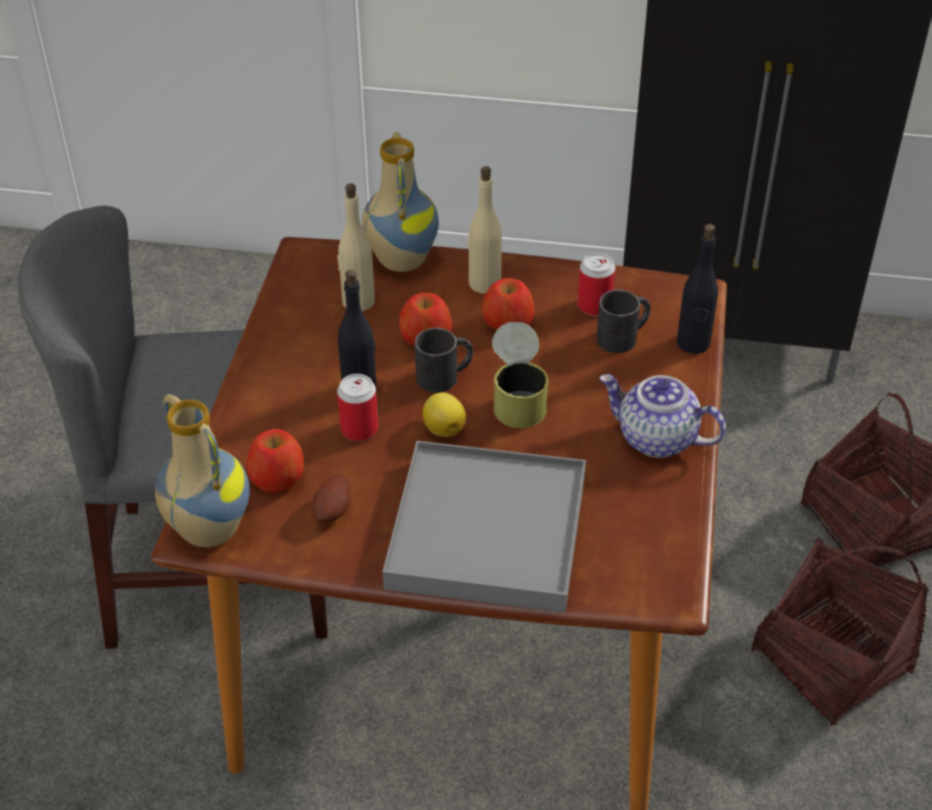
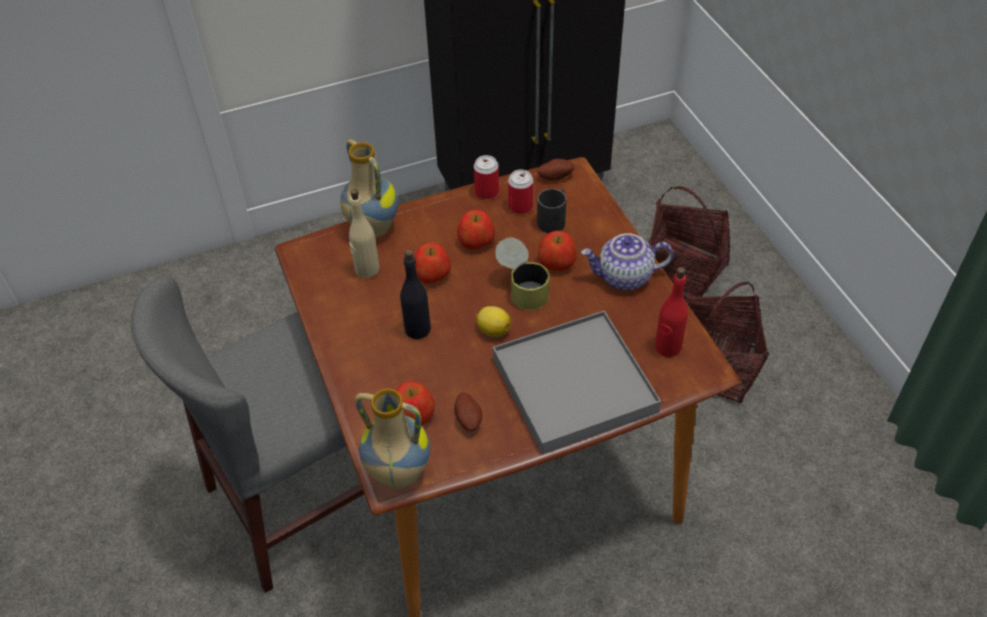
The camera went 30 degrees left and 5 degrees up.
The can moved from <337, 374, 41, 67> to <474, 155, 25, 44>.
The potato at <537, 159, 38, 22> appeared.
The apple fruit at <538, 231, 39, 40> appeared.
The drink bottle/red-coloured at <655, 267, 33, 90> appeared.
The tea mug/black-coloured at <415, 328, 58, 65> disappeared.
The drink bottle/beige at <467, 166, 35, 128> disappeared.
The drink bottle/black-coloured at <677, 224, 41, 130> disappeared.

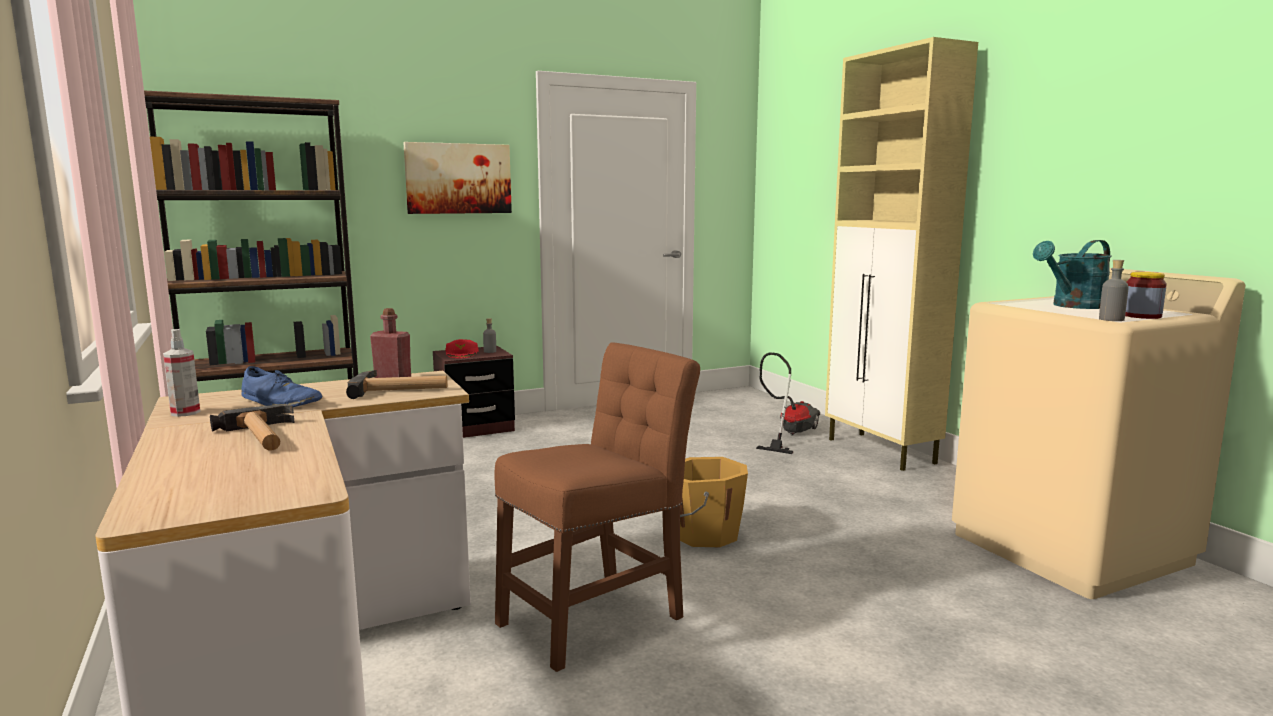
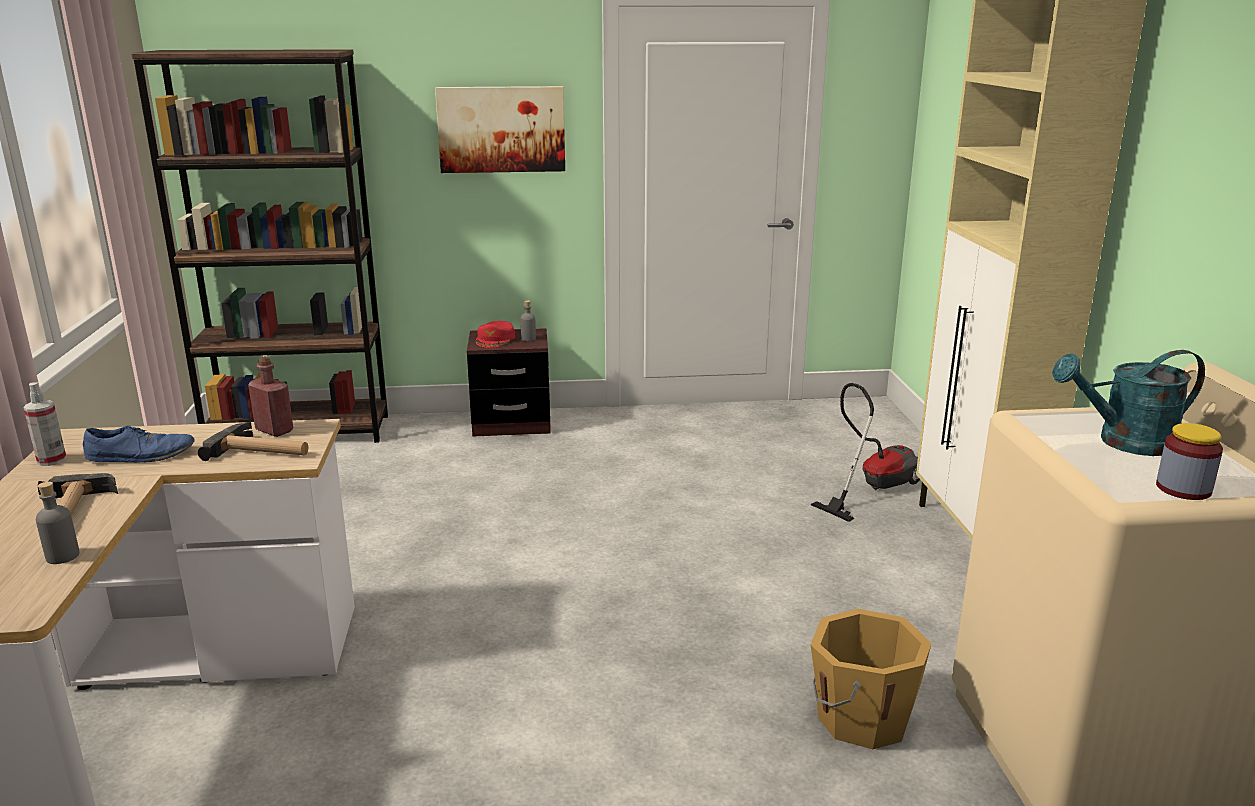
The camera went 20 degrees right and 10 degrees up.
The drink bottle/gray moved from <1099, 260, 30, 61> to <36, 482, 44, 82>.
The low shoe/bluish at <241, 366, 81, 41> turned 60 degrees counterclockwise.
The water bucket/orange-coloured moved from <680, 457, 68, 90> to <810, 609, 122, 140>.
The plain chair/brownish at <494, 342, 206, 330> disappeared.

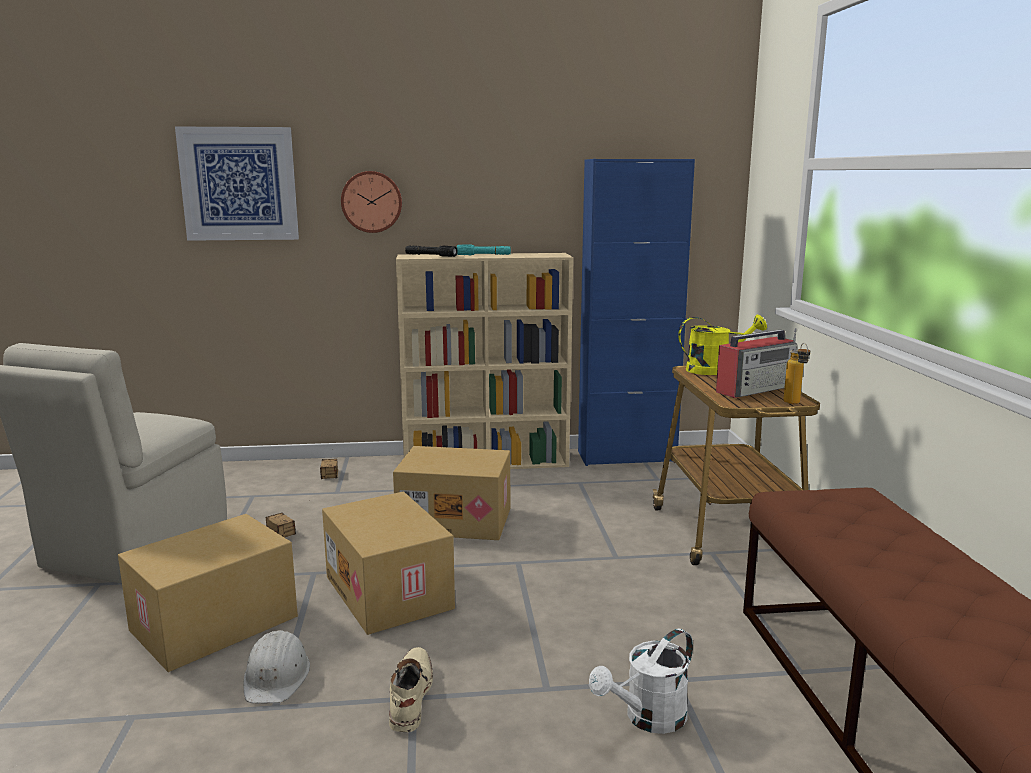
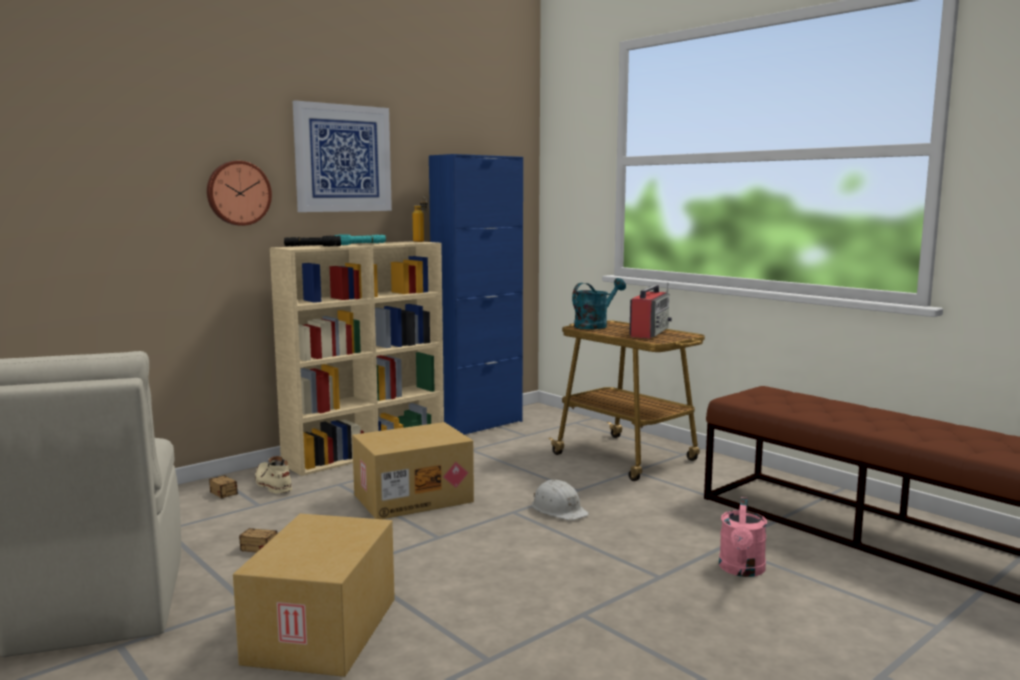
The camera went 35 degrees left and 5 degrees down.
The tall boot/beige moved from <389, 647, 44, 85> to <255, 456, 37, 38>.
The picture moved from <175, 127, 124, 114> to <292, 100, 100, 112>.
The drink bottle moved from <783, 343, 27, 61> to <413, 197, 15, 45>.
The hard hat/whitish moved from <243, 630, 67, 74> to <532, 480, 57, 40>.
The watering pot/yellow-coloured at <678, 315, 89, 60> became the watering pot/turquoise at <572, 278, 54, 51>.
The watering pot/whitish at <589, 629, 104, 105> became the watering pot/pink-coloured at <719, 497, 48, 80>.
The carton at <322, 492, 133, 143> disappeared.

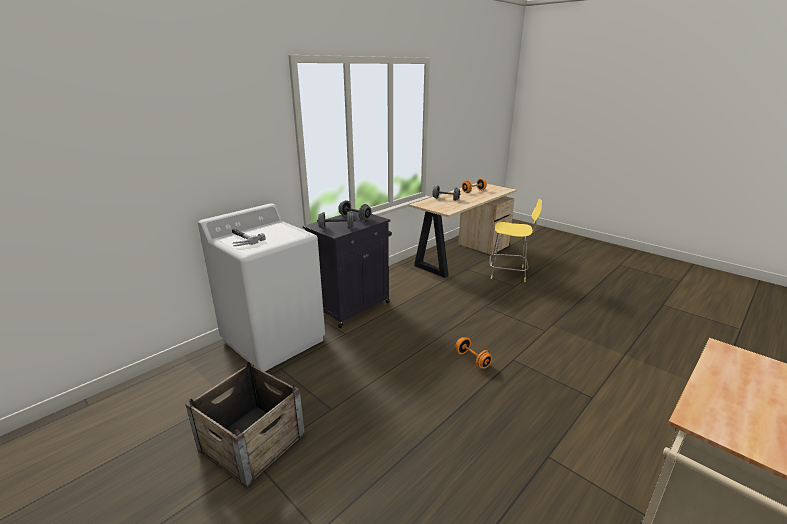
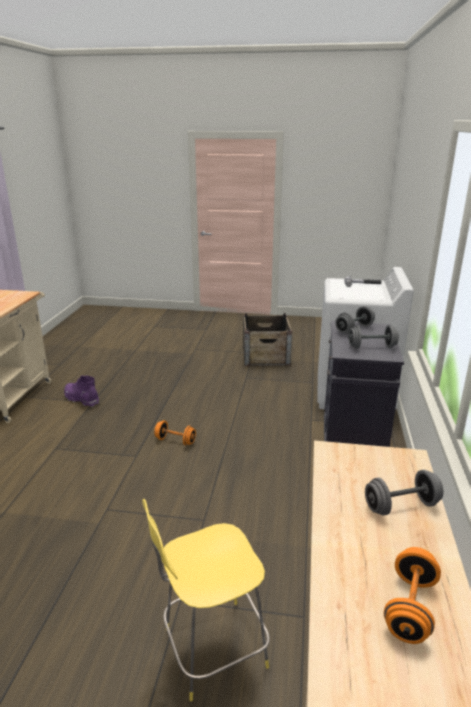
The camera went 145 degrees right and 0 degrees up.
The tall boot/purplish at <64, 376, 35, 31> appeared.

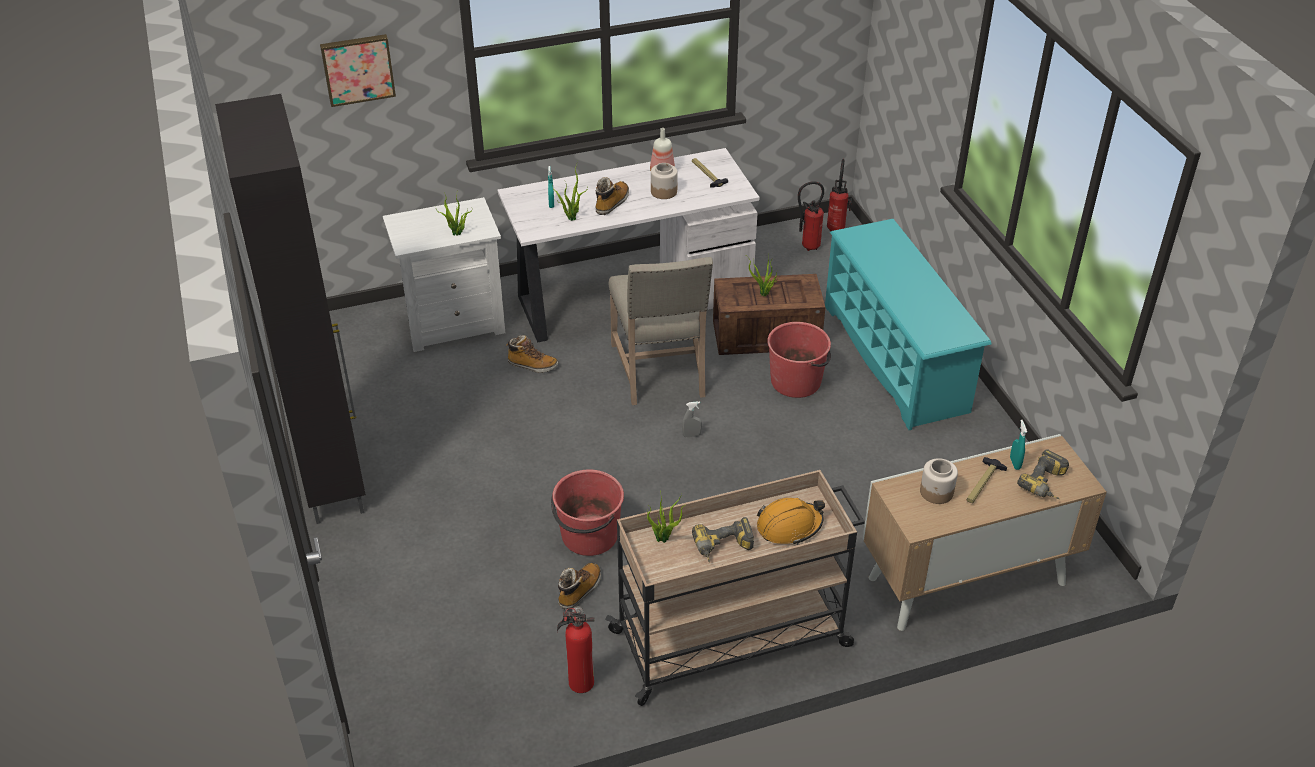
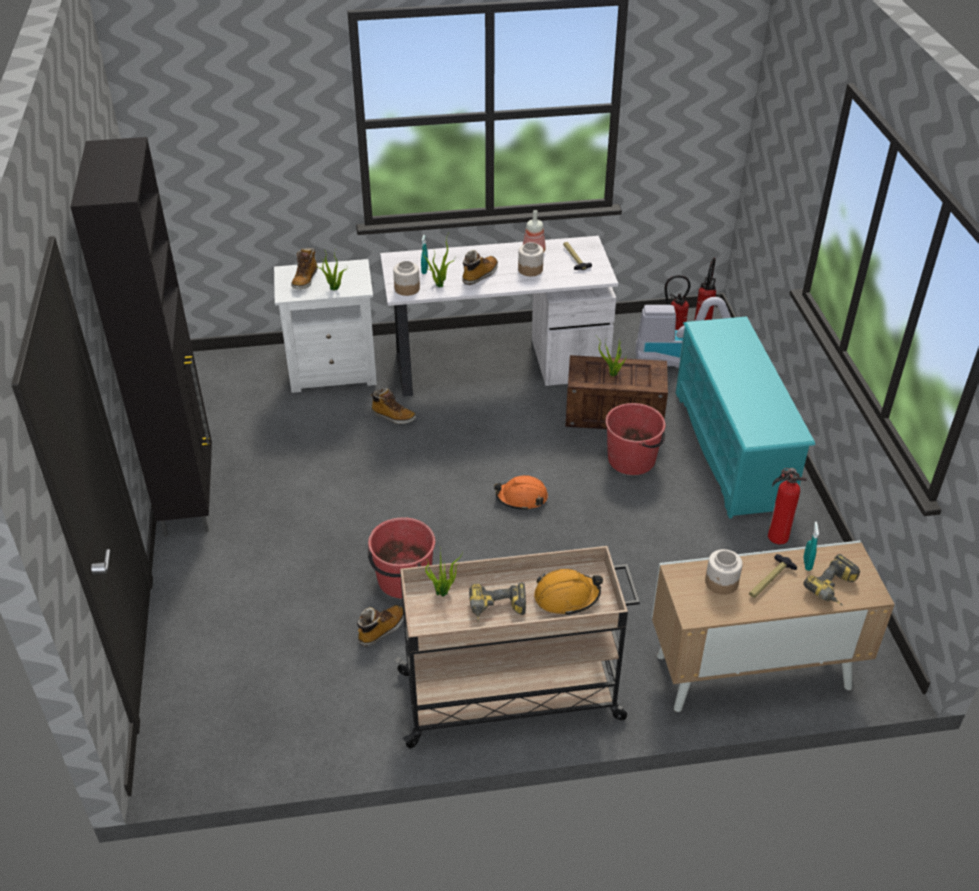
The camera went 10 degrees right and 0 degrees up.
The tall boot at <291, 248, 27, 42> appeared.
The preserve jar at <393, 261, 27, 35> appeared.
The hand sprayer/gray at <682, 401, 20, 36> was replaced by the hard hat/orange-coloured at <494, 475, 54, 36>.
The vacuum at <635, 297, 96, 71> appeared.
The fire-fighting cylinder moved from <557, 606, 38, 87> to <768, 468, 39, 76>.
The picture at <320, 34, 76, 73> disappeared.
The plain chair/beige at <609, 257, 104, 148> disappeared.

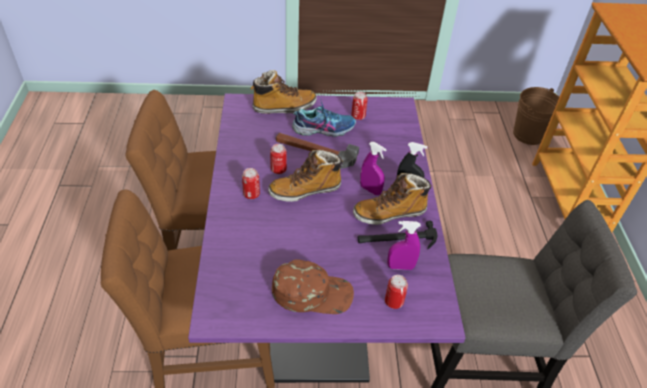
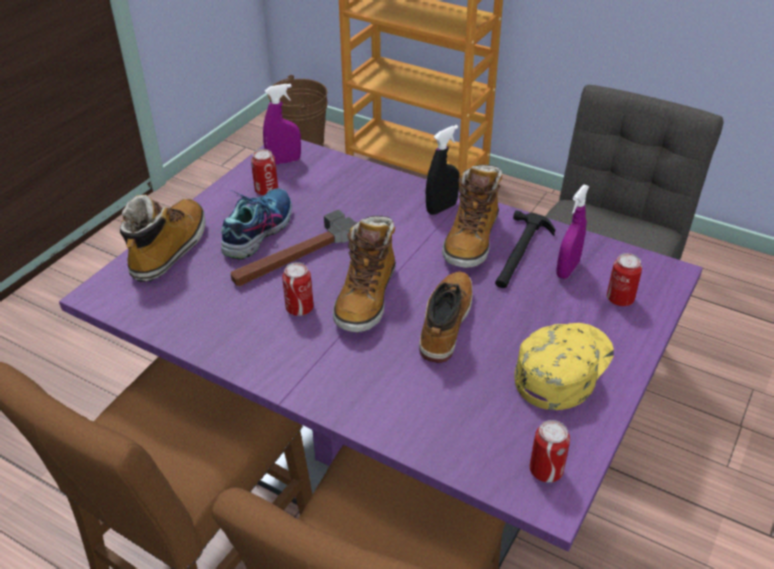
The camera went 55 degrees left and 5 degrees down.
The hand sprayer/purplish moved from <360, 142, 27, 53> to <263, 84, 38, 81>.
The tall boot at <419, 271, 54, 92> appeared.
The cap/brownish at <272, 259, 82, 55> became the cap/yellow-coloured at <515, 323, 99, 87>.
The can moved from <242, 168, 18, 31> to <530, 420, 40, 62>.

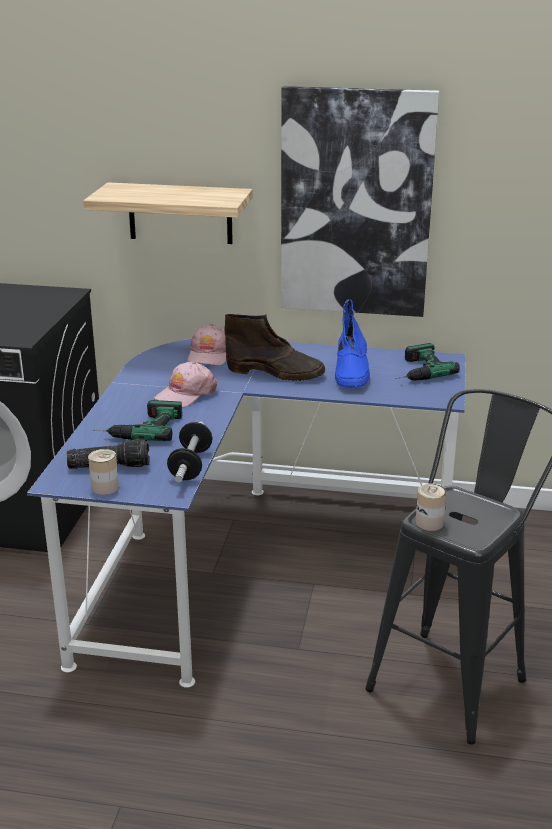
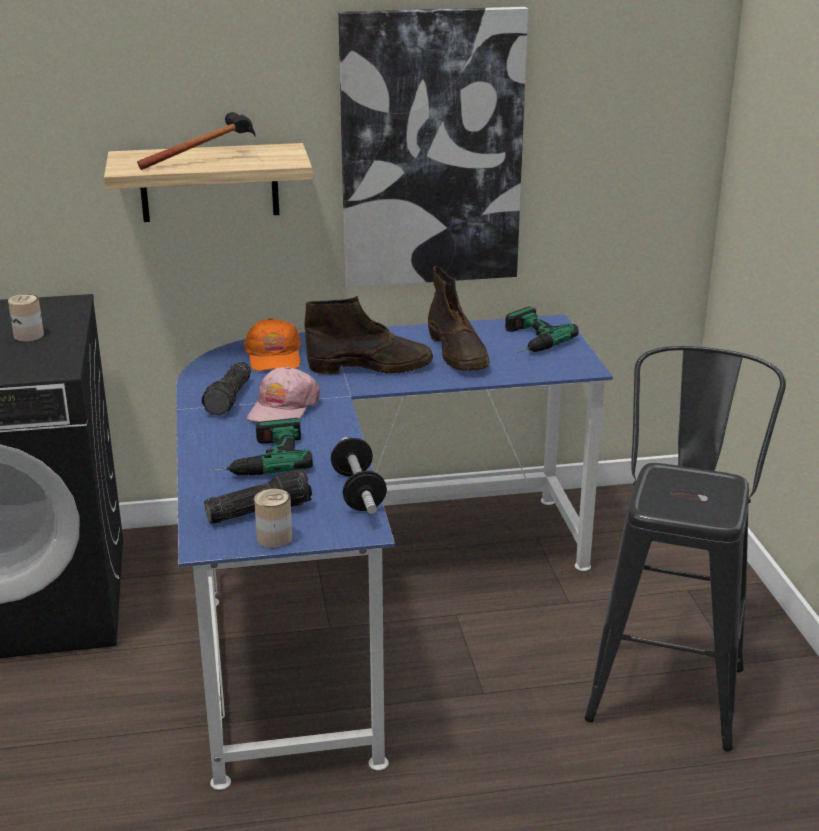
The camera went 20 degrees left and 0 degrees up.
The can moved from <415, 484, 32, 47> to <8, 294, 36, 47>.
The tool hammer at <137, 112, 119, 58> appeared.
The torch at <202, 362, 49, 54> appeared.
The cap/pink-coloured at <187, 324, 39, 41> became the cap/orange-coloured at <244, 318, 57, 53>.
The tall boot/bluish at <335, 299, 35, 89> became the tall boot/brownish at <428, 266, 62, 105>.

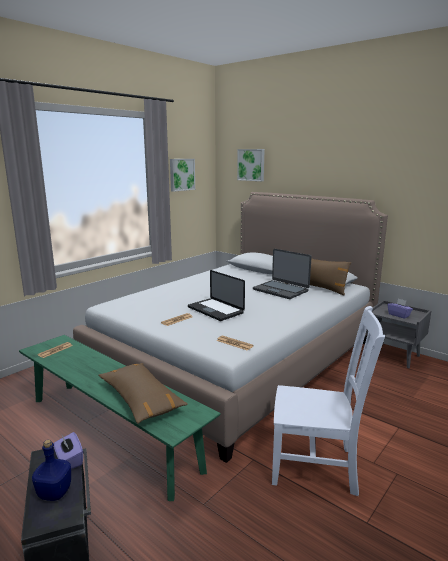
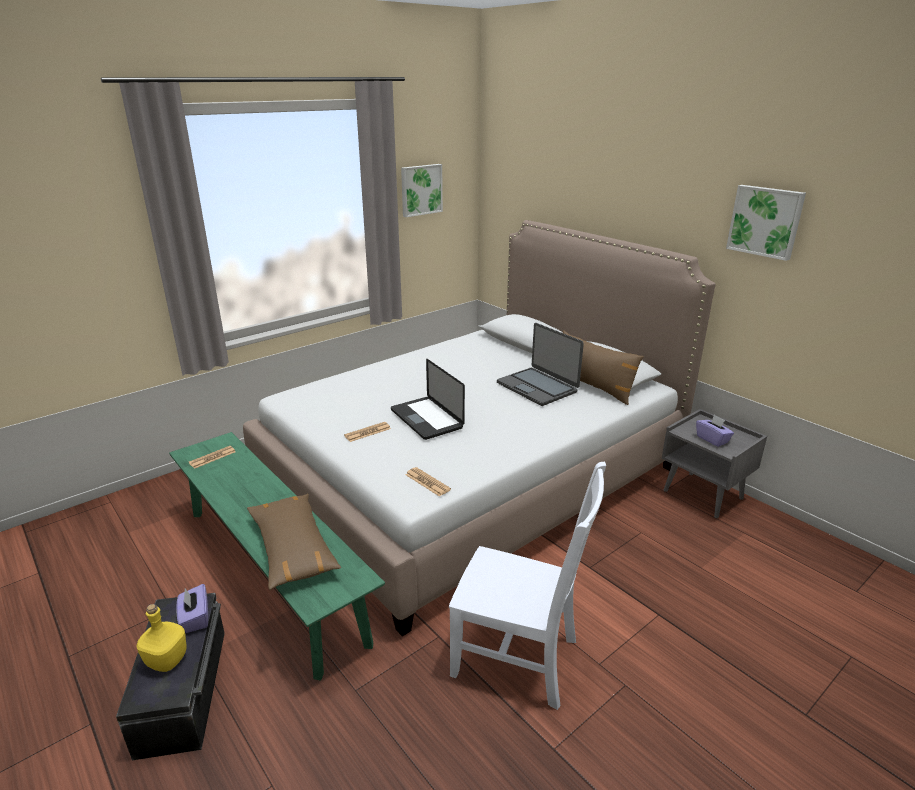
The camera went 10 degrees right and 10 degrees up.
The drink bottle/bluish at <32, 440, 39, 61> became the drink bottle/yellow-coloured at <137, 604, 49, 68>.
The picture moved from <237, 149, 28, 32> to <726, 185, 80, 76>.

